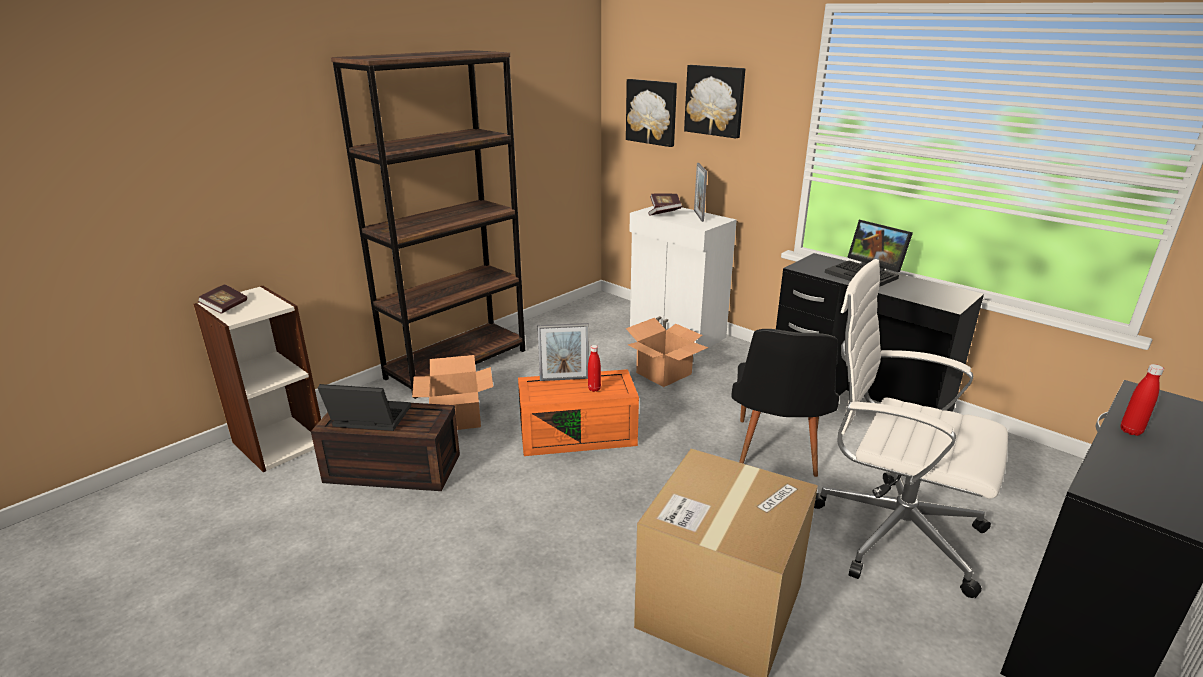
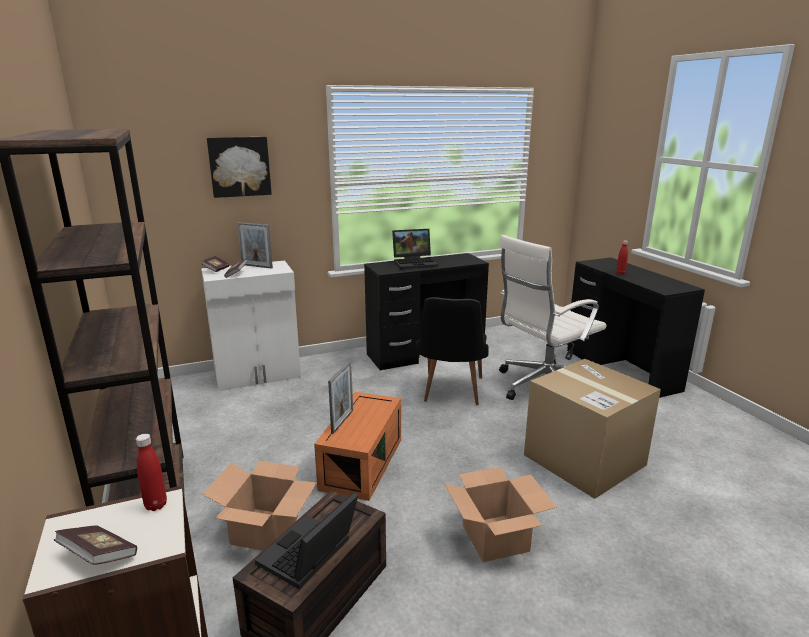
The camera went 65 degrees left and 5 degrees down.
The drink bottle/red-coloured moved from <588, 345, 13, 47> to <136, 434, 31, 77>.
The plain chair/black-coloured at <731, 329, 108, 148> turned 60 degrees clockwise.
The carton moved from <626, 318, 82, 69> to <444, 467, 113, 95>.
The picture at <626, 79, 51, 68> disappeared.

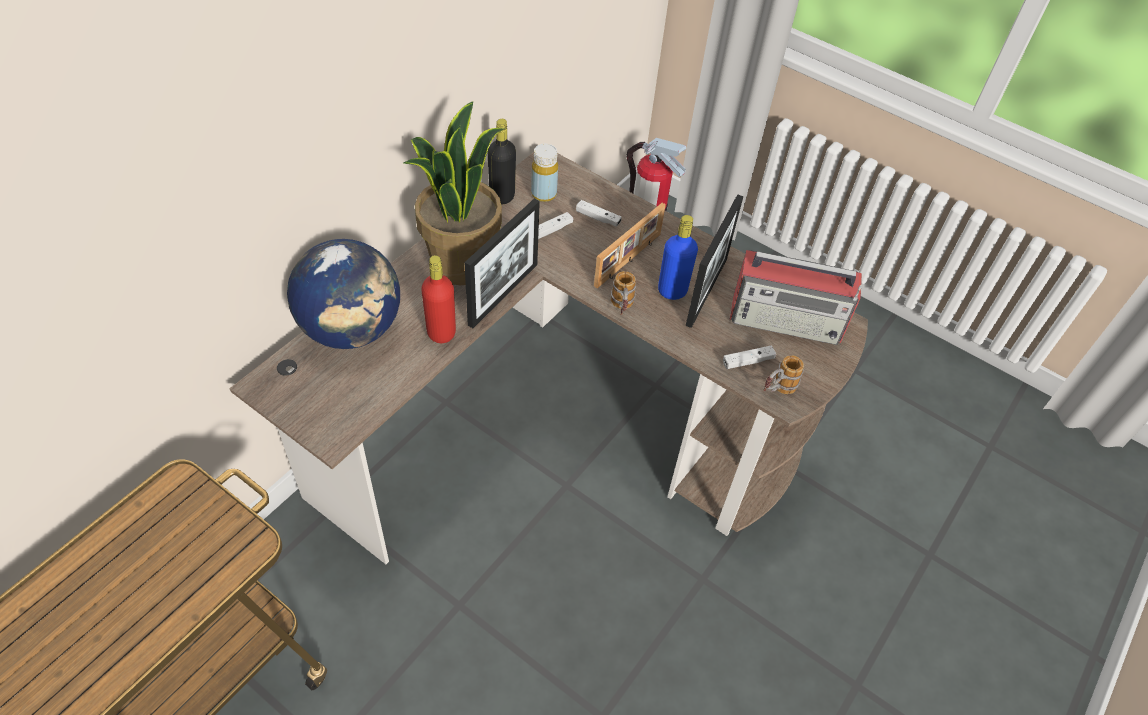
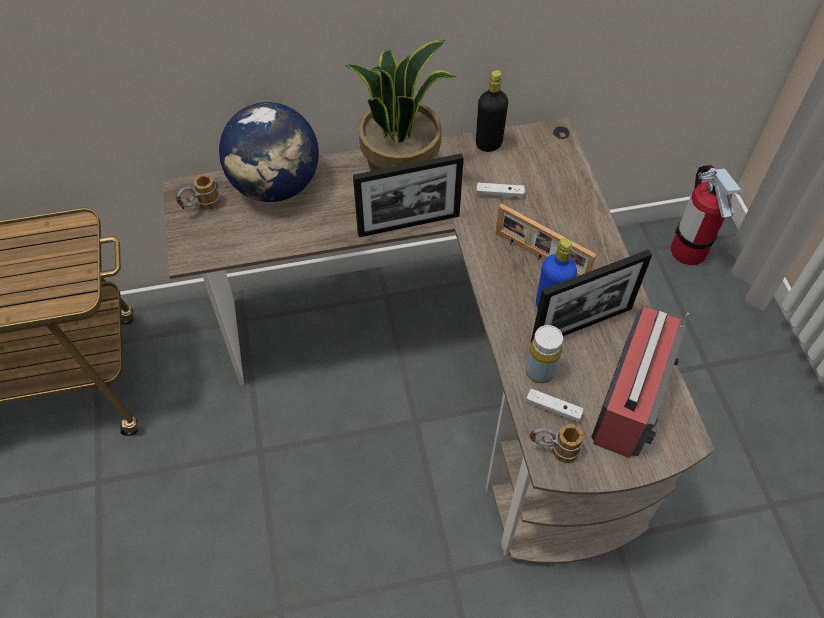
The camera went 45 degrees right and 5 degrees up.
The tea mug moved from <611, 271, 25, 44> to <176, 174, 44, 36>.
The standing frame at <594, 203, 72, 85> turned 45 degrees clockwise.
The drink bottle/yellow-coloured moved from <531, 144, 27, 58> to <525, 325, 38, 58>.
The radio receiver at <729, 250, 133, 95> turned 120 degrees counterclockwise.
The drink bottle/red-coloured at <421, 255, 35, 88> disappeared.
The gamepad/whitish at <576, 200, 46, 27> disappeared.

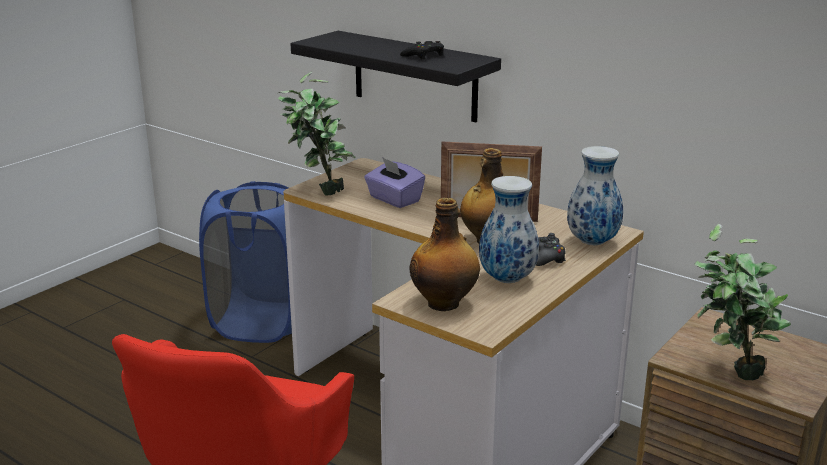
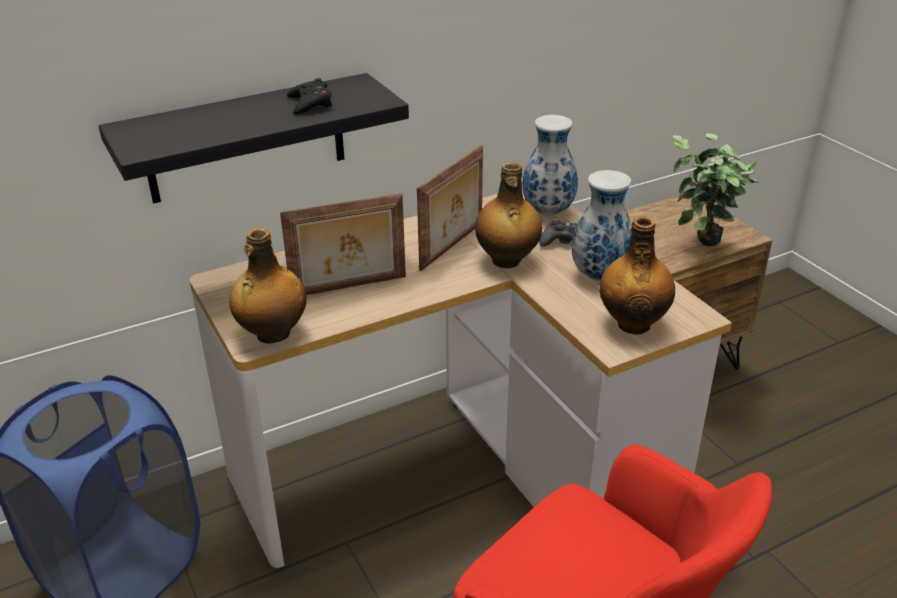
The camera went 65 degrees left and 10 degrees up.
The plant in a pot at <278, 72, 77, 124> was replaced by the drink bottle at <229, 228, 78, 115>.
The tissue holder/purplish at <364, 157, 61, 51> was replaced by the standing frame at <280, 193, 126, 102>.

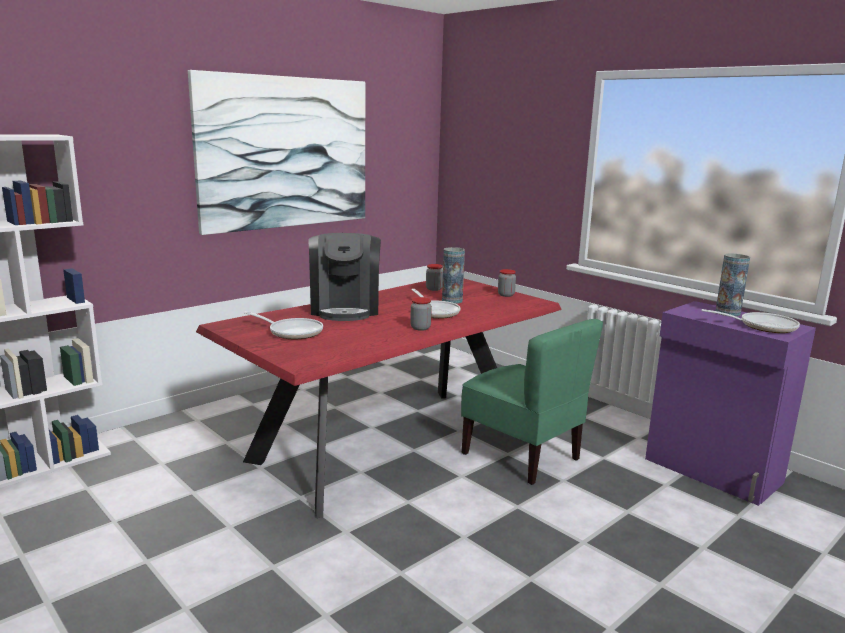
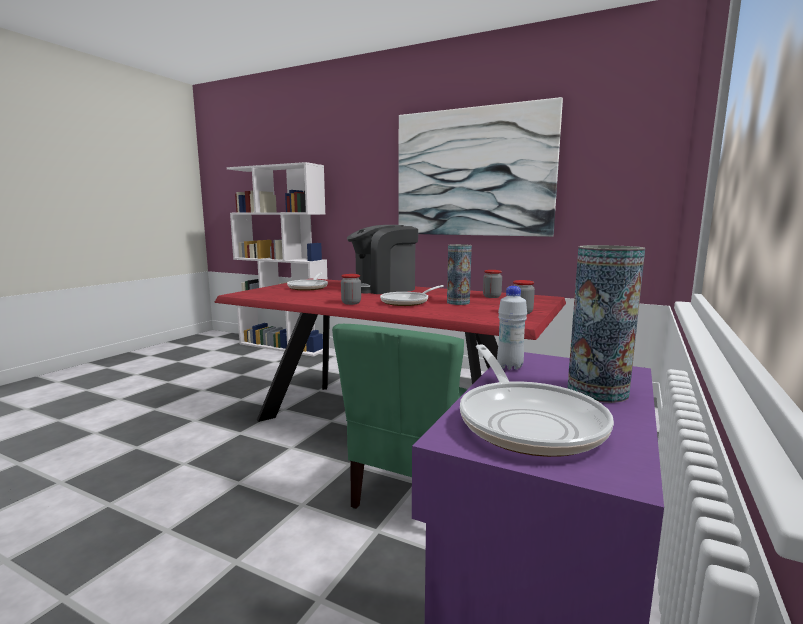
The camera went 70 degrees right and 5 degrees down.
The drink bottle/whitish at <497, 286, 30, 84> appeared.

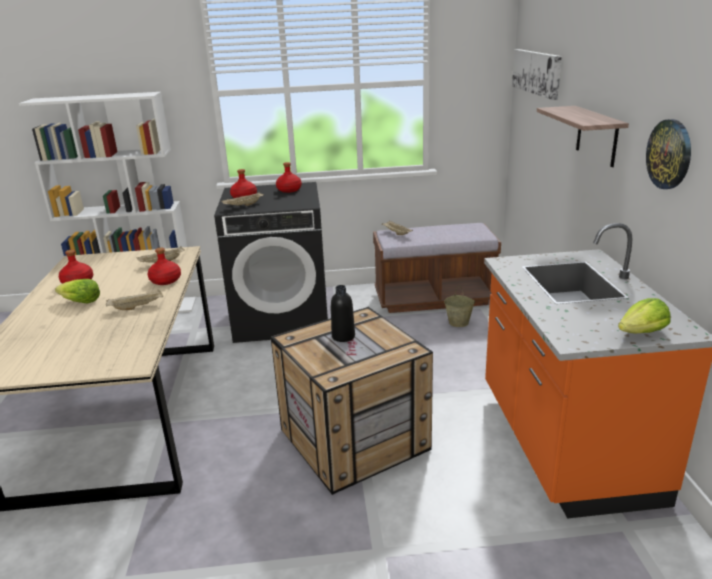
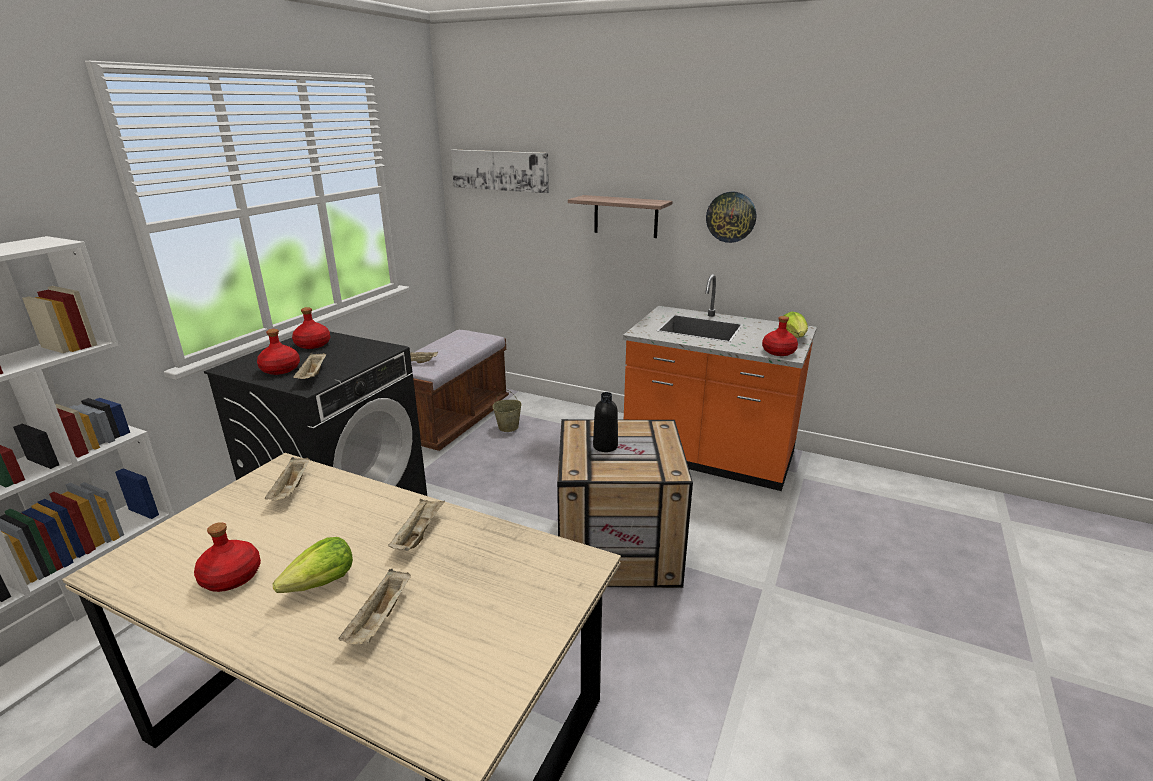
The camera went 60 degrees left and 0 degrees up.
The tray/beige at <338, 569, 73, 75> appeared.
The drink bottle/red-coloured moved from <147, 247, 34, 38> to <762, 316, 36, 40>.

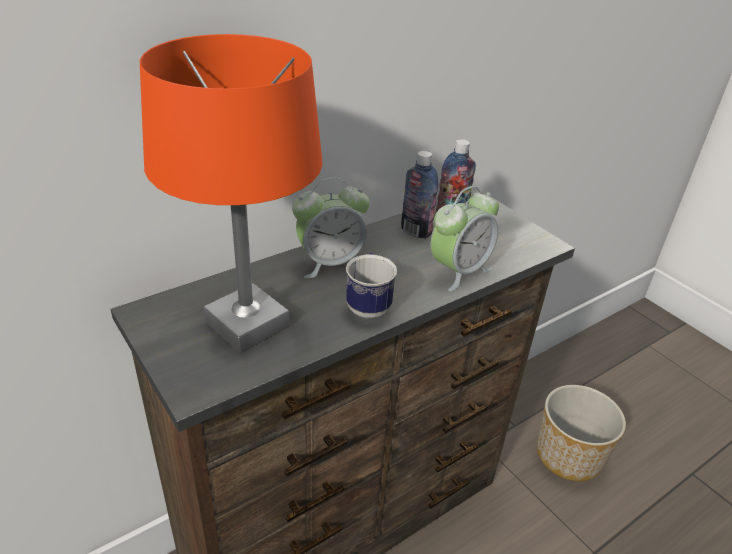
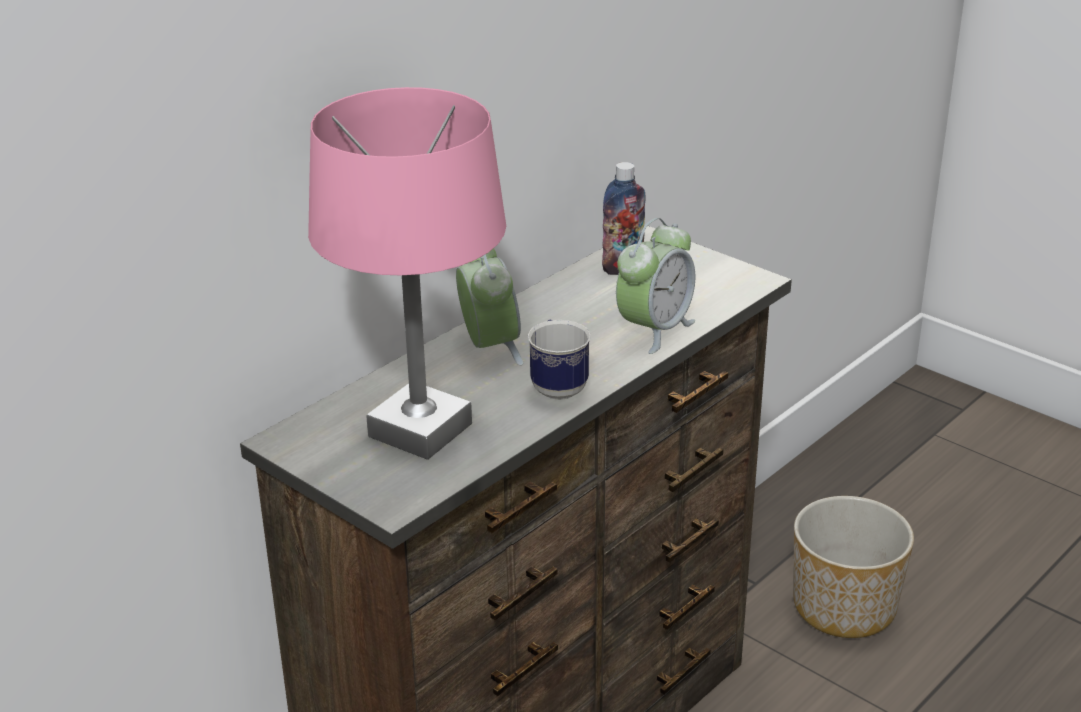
The camera went 10 degrees left and 5 degrees down.
The lamp for a table/orange-coloured at <140, 34, 183, 319> became the lamp for a table/pink-coloured at <308, 87, 198, 373>.
The bedside clock at <292, 178, 78, 100> turned 75 degrees counterclockwise.
The drink bottle at <401, 151, 37, 87> disappeared.

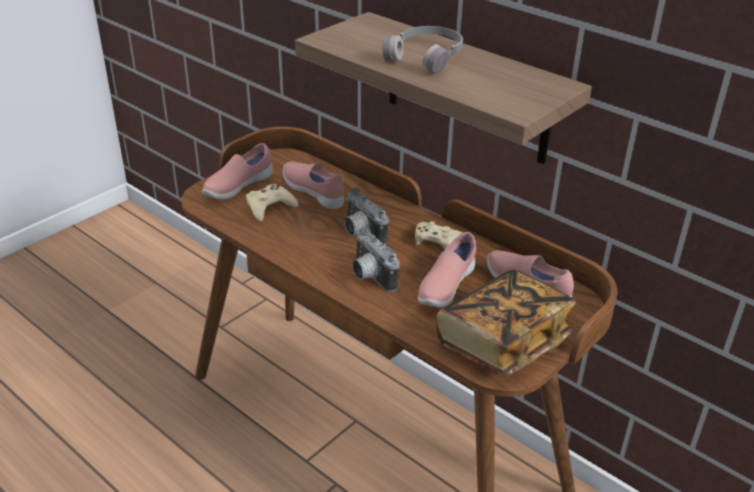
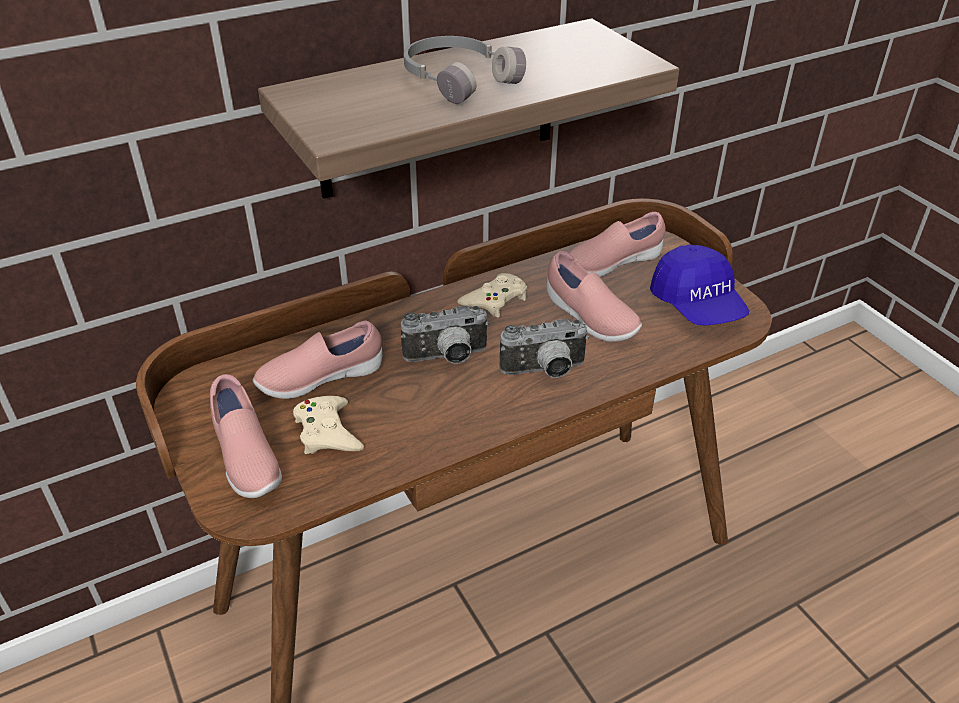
The camera went 70 degrees left and 5 degrees up.
The bound book at <436, 270, 140, 107> was replaced by the cap/bluish at <650, 245, 99, 80>.

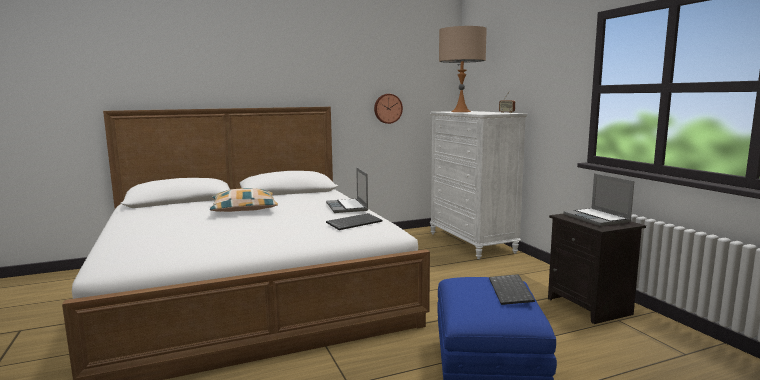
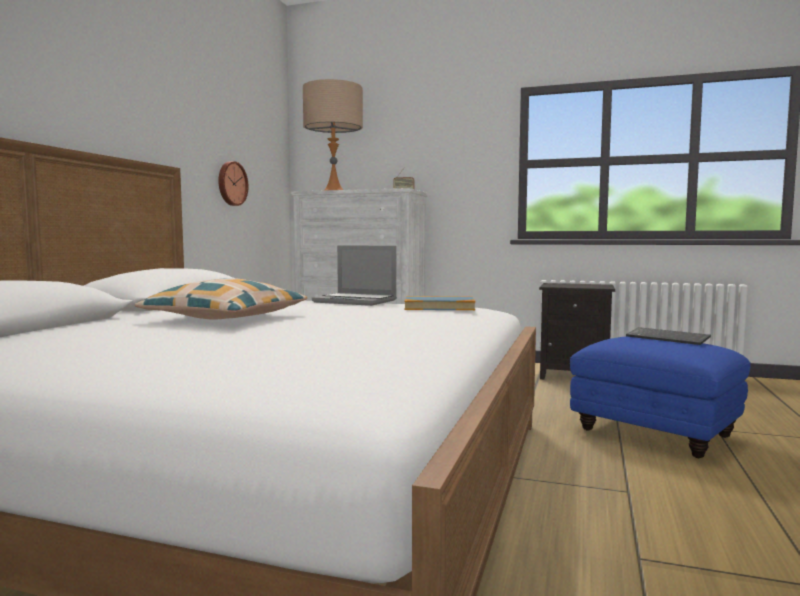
The camera went 50 degrees left and 5 degrees down.
The PC keyboard at <326, 213, 56, 17> was replaced by the bound book at <404, 296, 71, 14>.
The portable computer at <563, 174, 71, 52> disappeared.

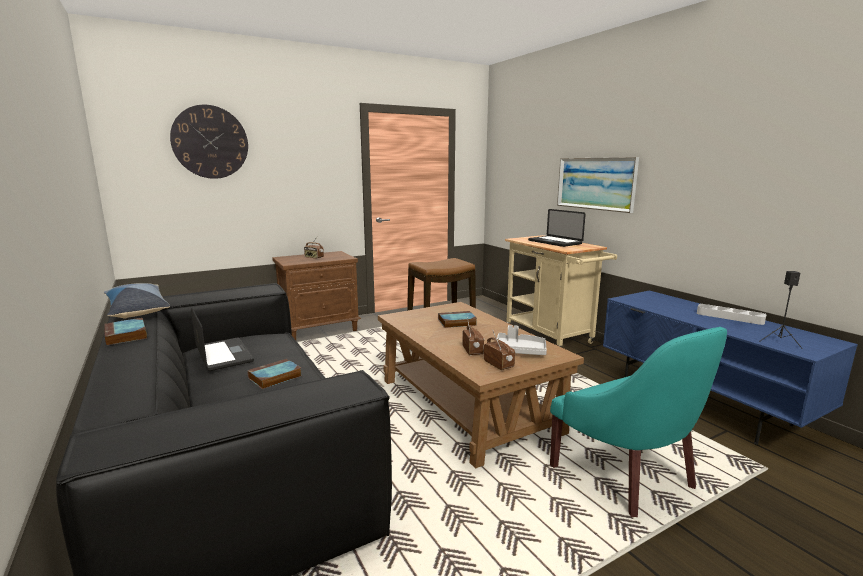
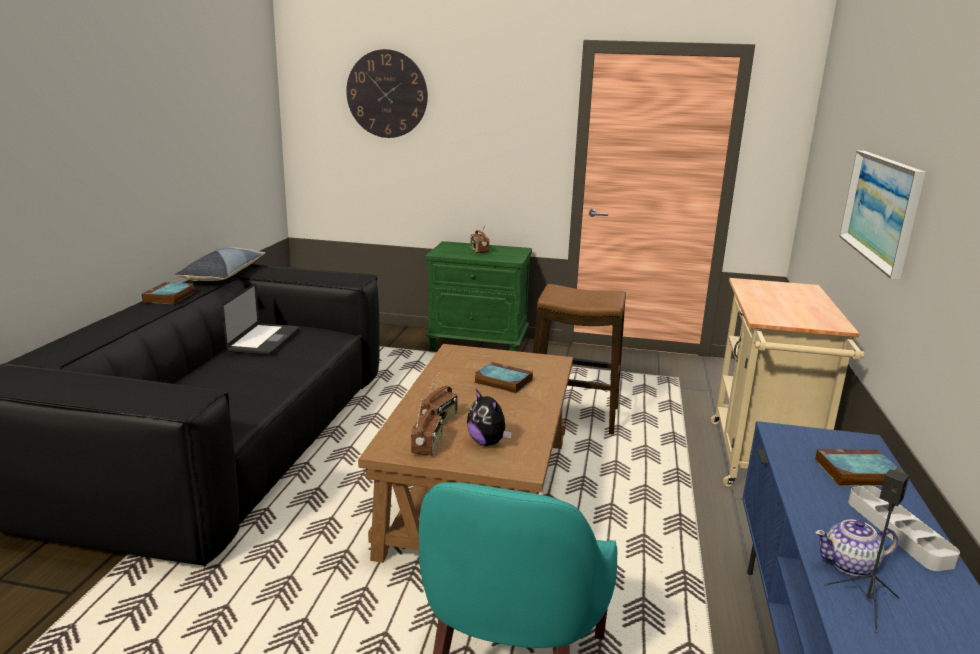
The camera went 40 degrees right and 5 degrees up.
The nightstand/brownish at <272, 251, 89, 89> became the nightstand/greenish at <425, 241, 107, 110>.
The tray/gray at <497, 325, 50, 30> was replaced by the plush toy at <467, 389, 45, 57>.
The bound book moved from <247, 359, 55, 30> to <815, 449, 88, 37>.
The pot for tea at <815, 519, 83, 57> appeared.
The portable computer at <528, 209, 58, 38> disappeared.

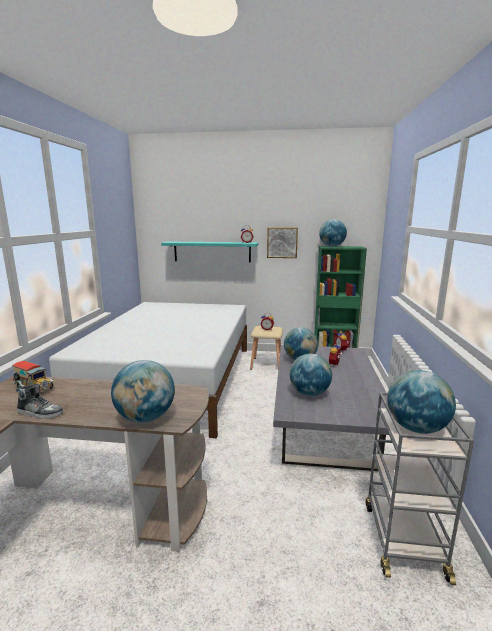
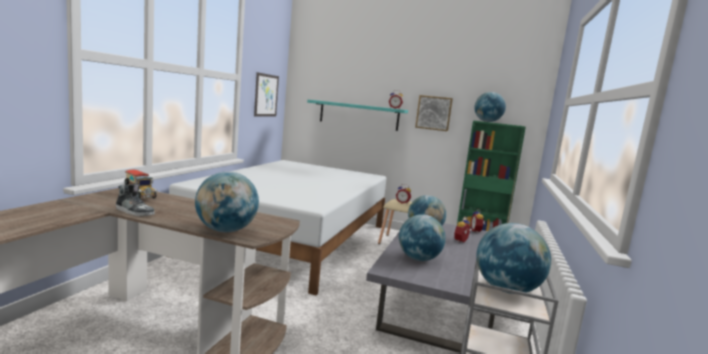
The camera went 10 degrees right and 5 degrees down.
The picture at <254, 72, 25, 44> appeared.

